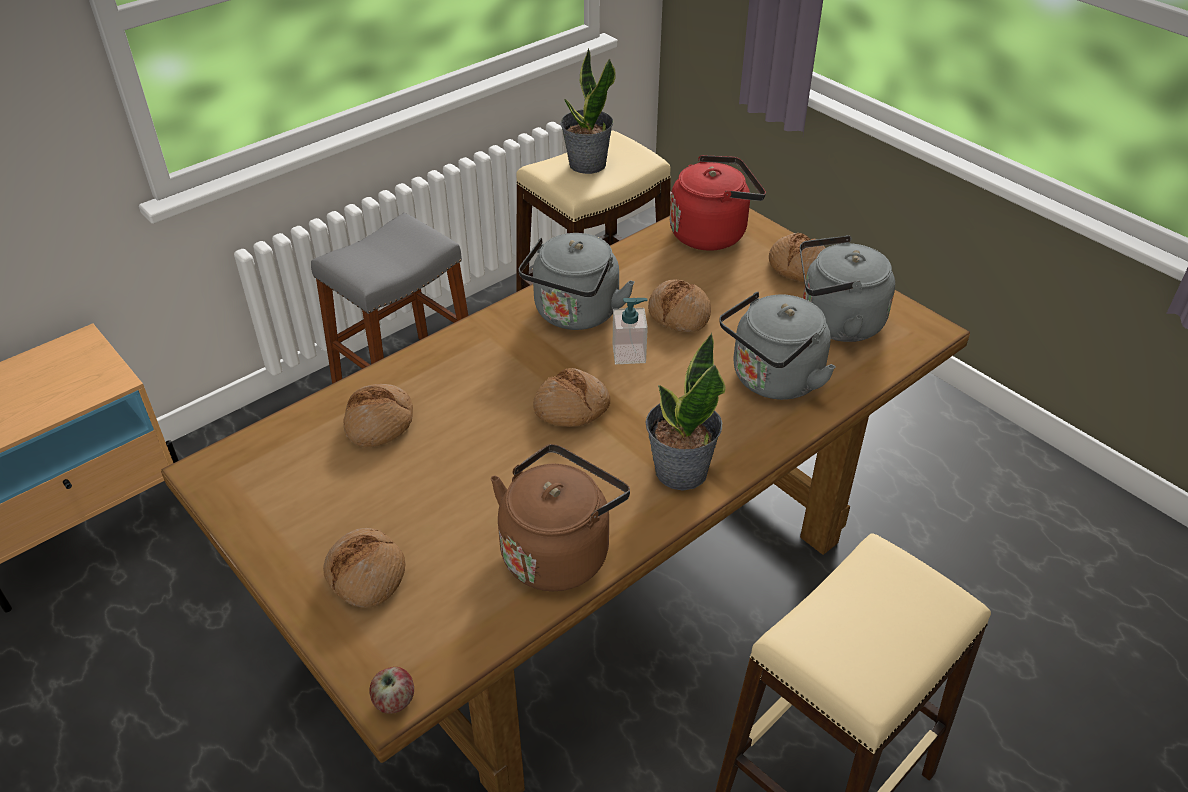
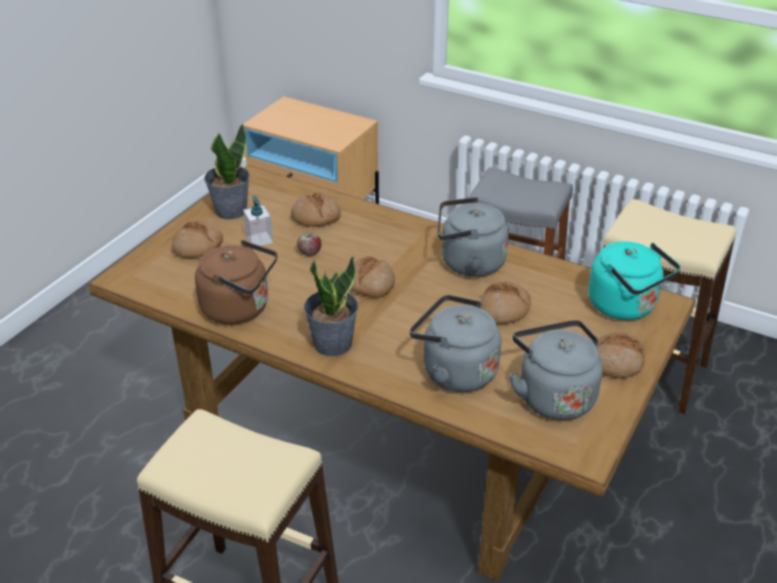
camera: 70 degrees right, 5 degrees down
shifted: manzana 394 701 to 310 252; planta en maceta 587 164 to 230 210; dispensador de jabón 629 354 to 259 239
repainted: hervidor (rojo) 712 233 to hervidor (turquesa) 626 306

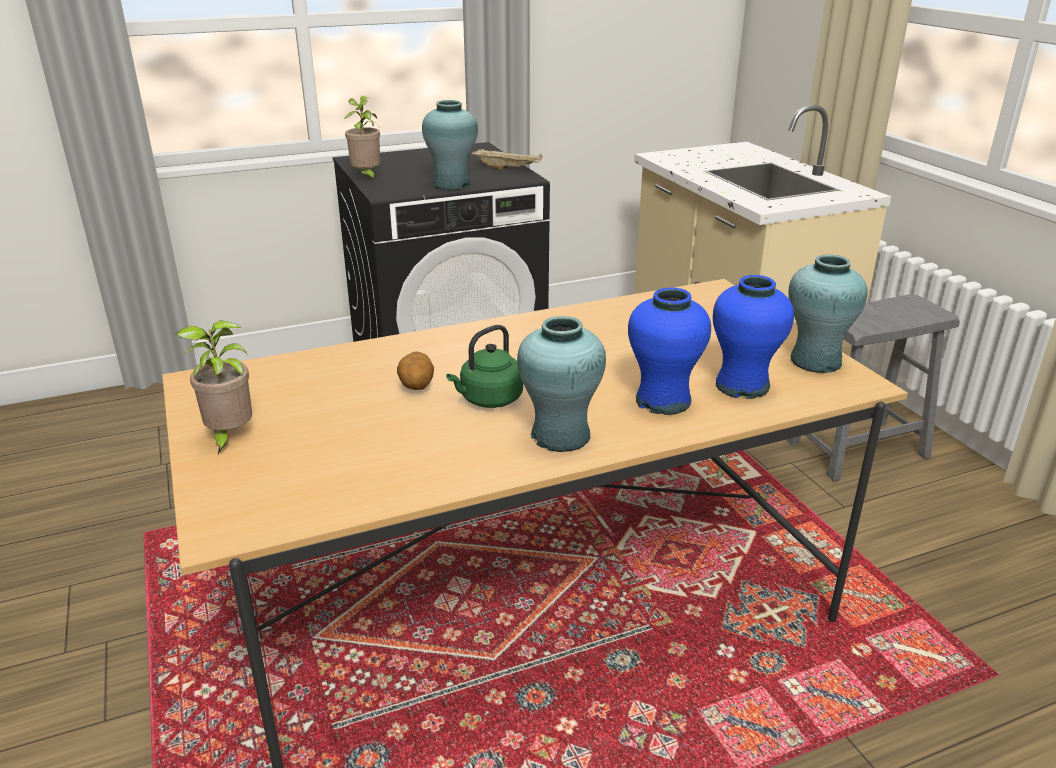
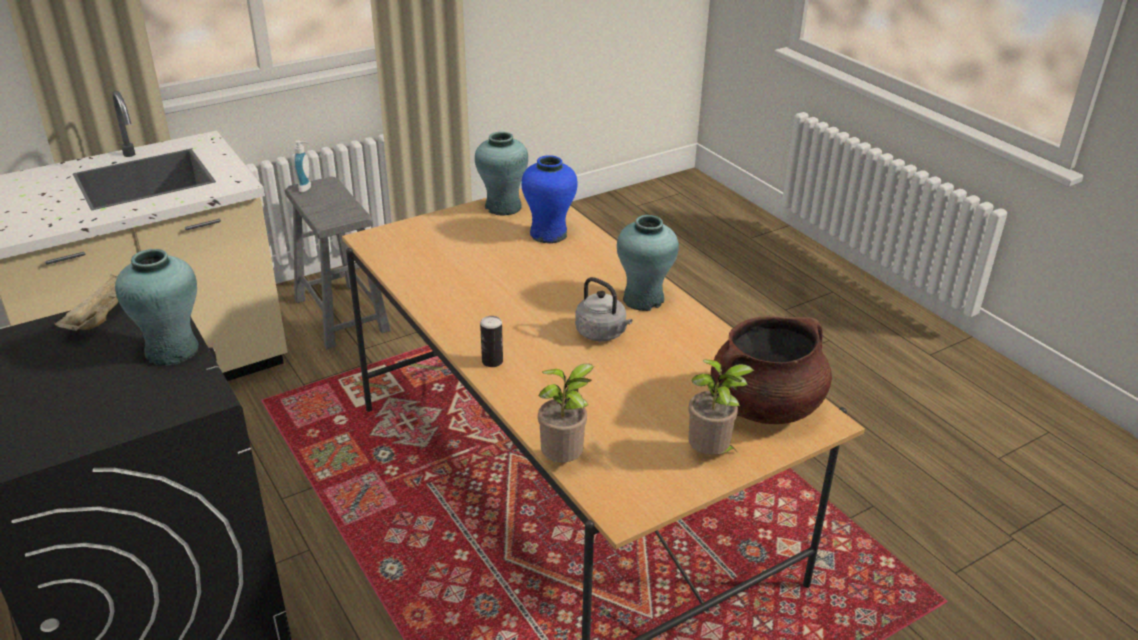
camera: 100 degrees left, 5 degrees up
gone: patata 416 387; florero (azul) 663 401
new: dispensador de jabón 307 188; lata 492 361; olla (marrón) 765 407
shifted: planta en maceta 366 177 to 565 461
repainted: hervidor (verde) 488 400 to hervidor (gris) 602 333

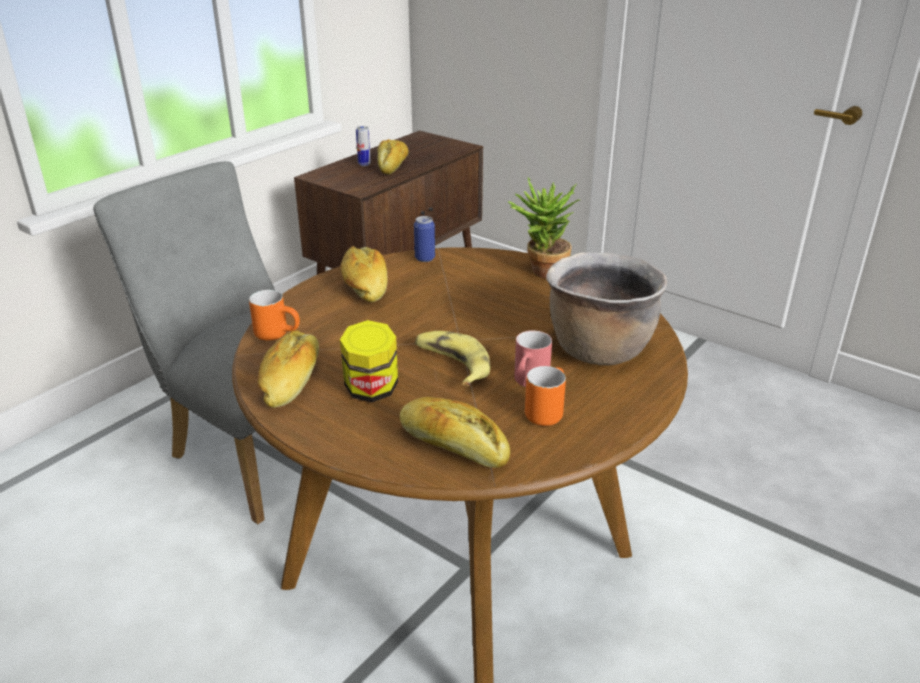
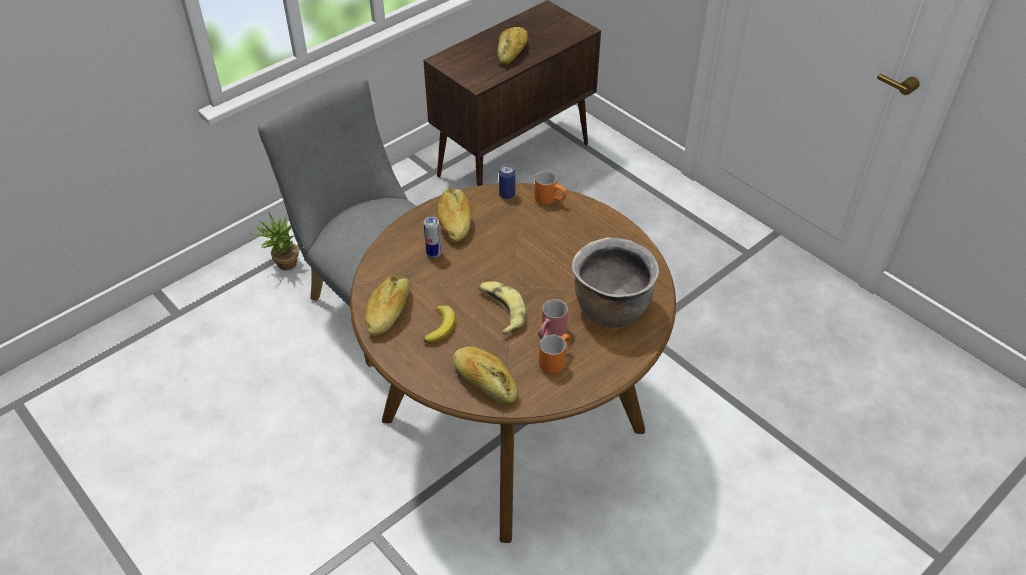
camera: 10 degrees right, 15 degrees up
shifted: taza grande (naranja) 279 334 to 550 200; lata 364 164 to 433 254; planta en maceta 541 273 to 283 264
swapped: tarro 371 391 to plátano 441 327

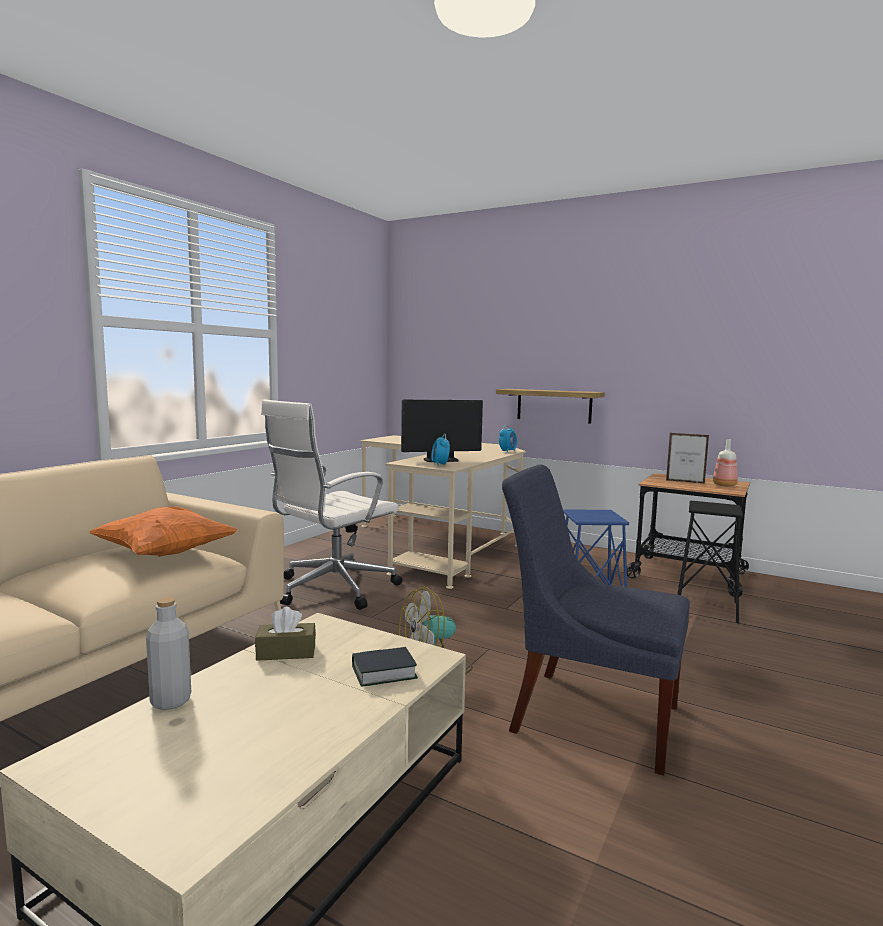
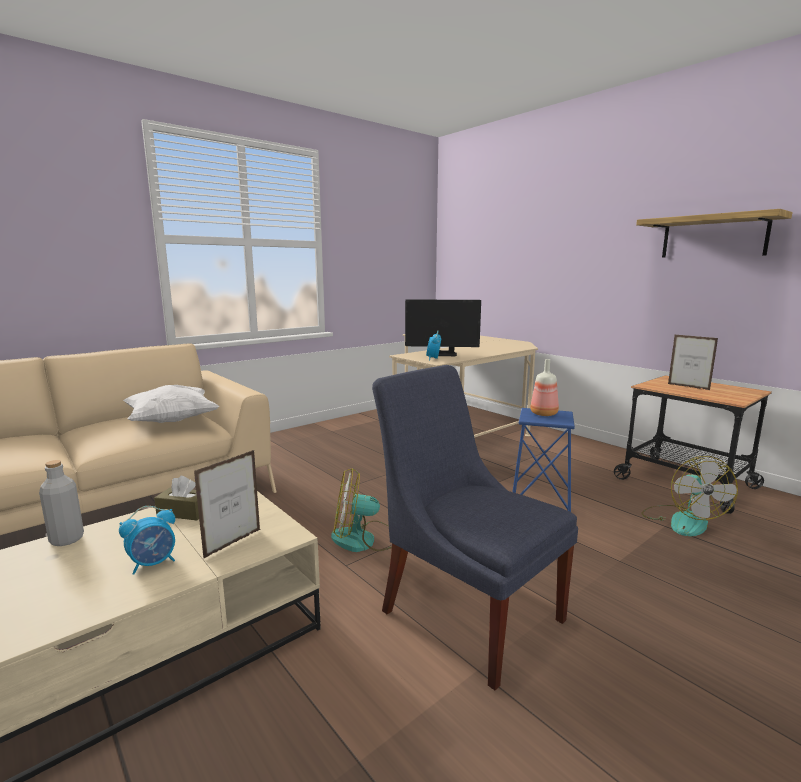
camera: 20 degrees right, 5 degrees up
gone: silla de oficina (blanco) 332 589
shifted: estante 554 405 to 713 237; despertador 507 451 to 153 563; botella 724 485 to 544 413
swapped: libro 384 672 to portarretratos 233 543; taburete (negro) 706 607 to ventilador 682 520
repainted: cojín (naranja) 165 554 to cojín (blanco) 172 421

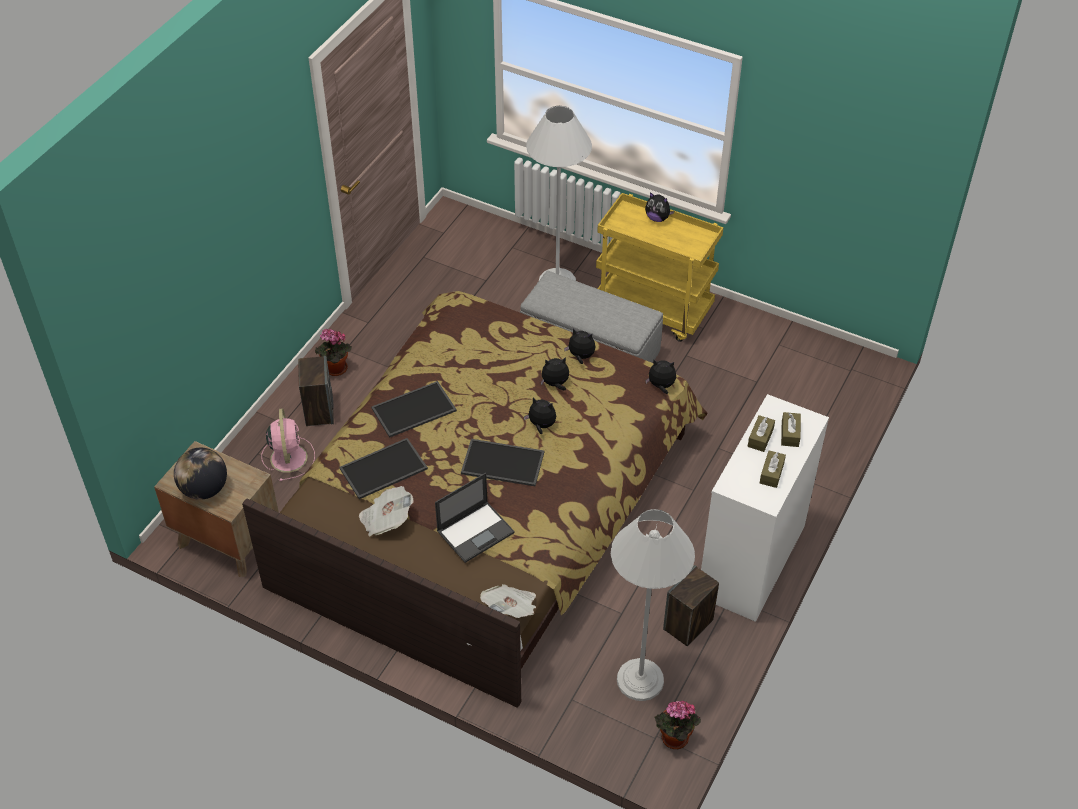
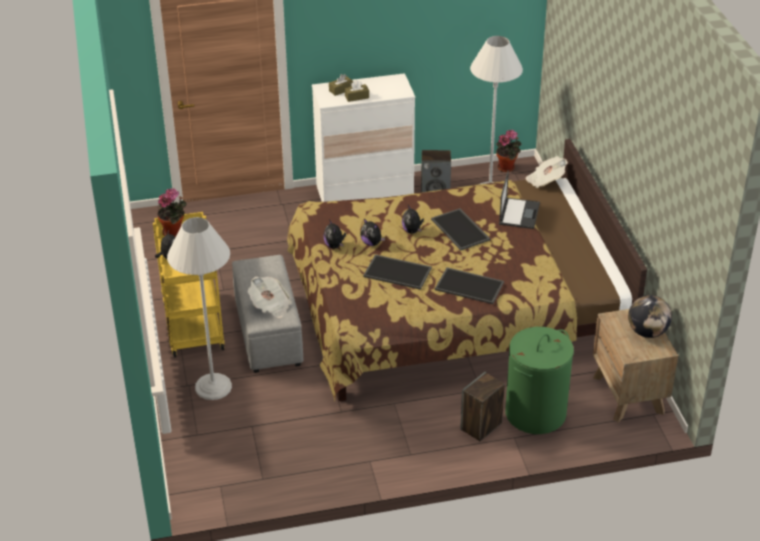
camera: 130 degrees left, 10 degrees down
gone: peluche 661 386; caja de pañuelos (marrón) 771 473
shifted: planta en maceta 335 370 to 174 232; bandeja 383 470 to 398 272; periódico 386 520 to 270 306
swapped: ventilador (rosa) 288 457 to cesto de la ropa (verde) 535 413
rotated: portátil 476 531 = 519 213 90 degrees clockwise

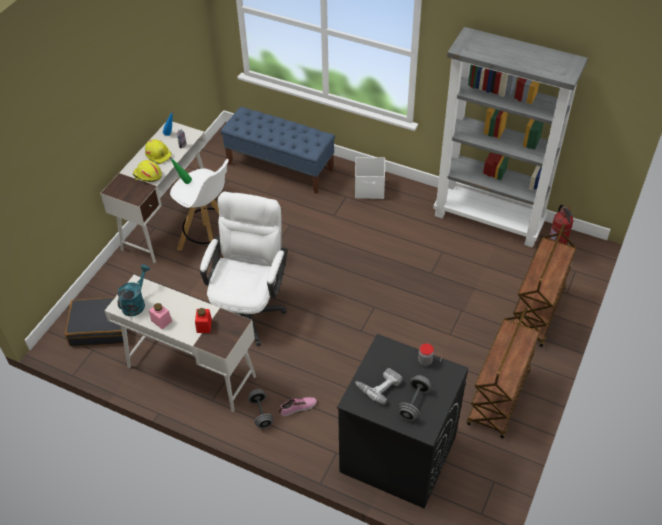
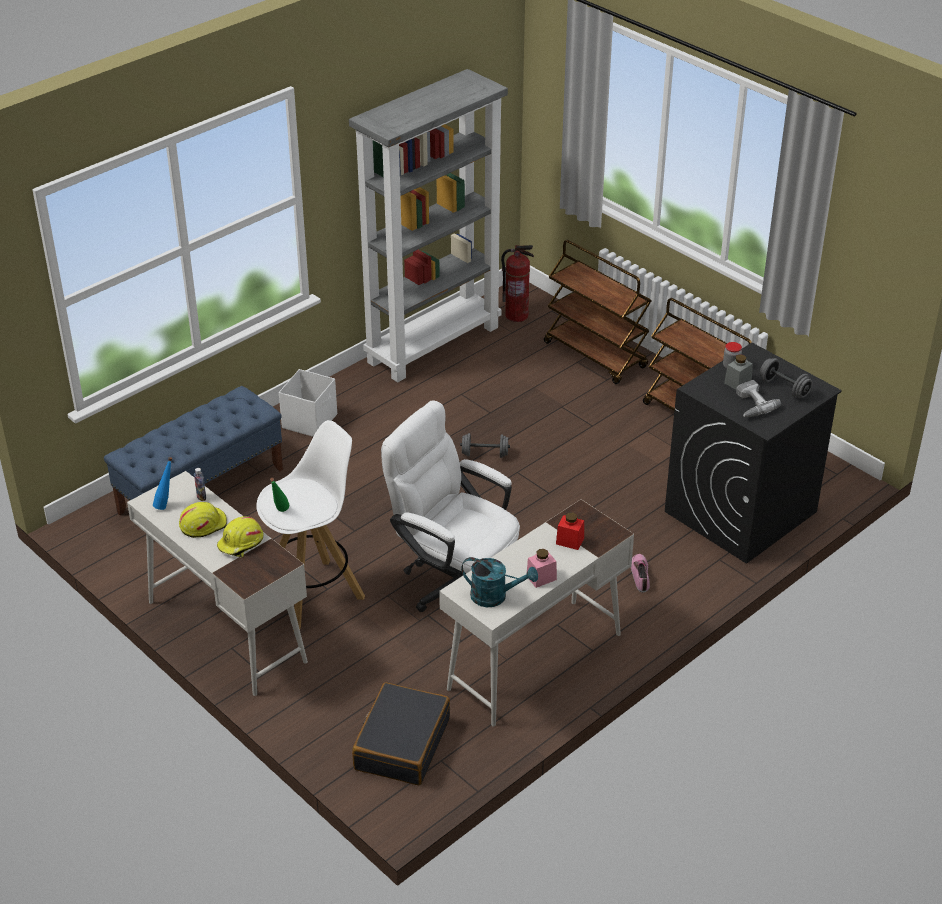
camera: 70 degrees left, 10 degrees down
new: tarro (gris) 737 382
shifted: mancuerna (gris) 261 413 to 485 454
rotated: regadera (turquesa) 136 303 = 495 596 150 degrees clockwise

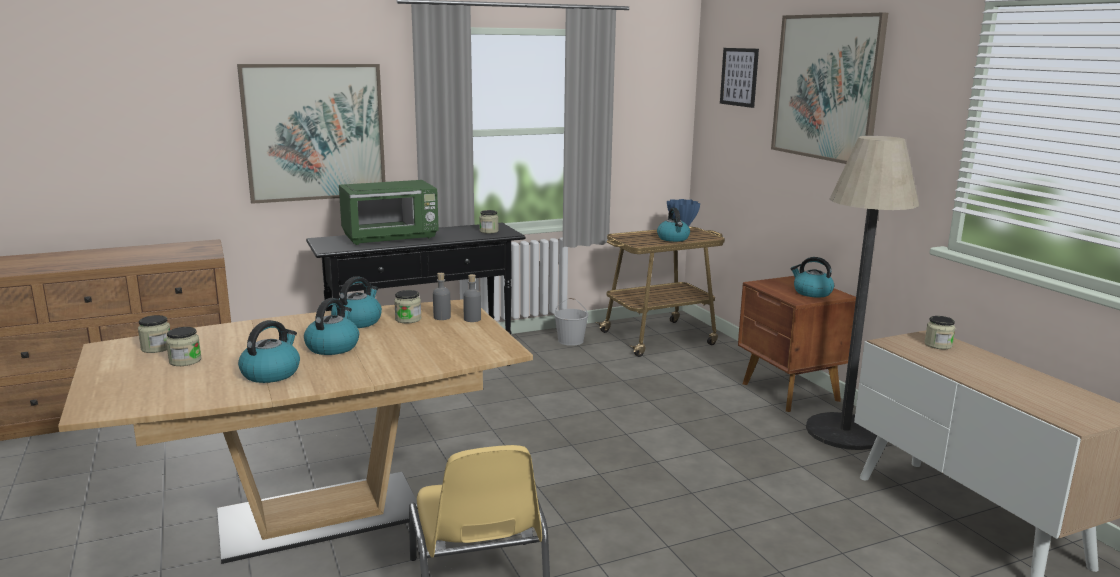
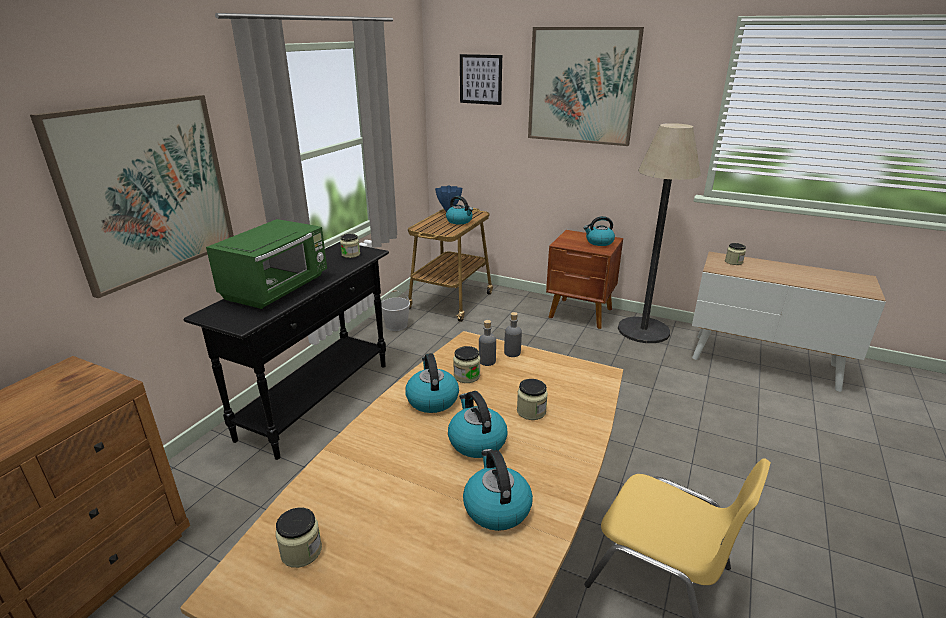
camera: 40 degrees left, 10 degrees up
shifted: tarro 185 361 to 531 411

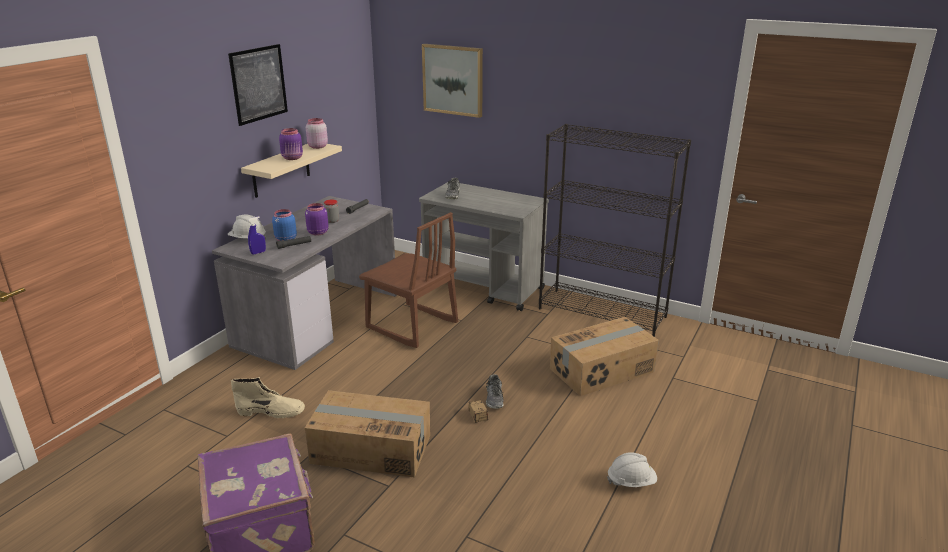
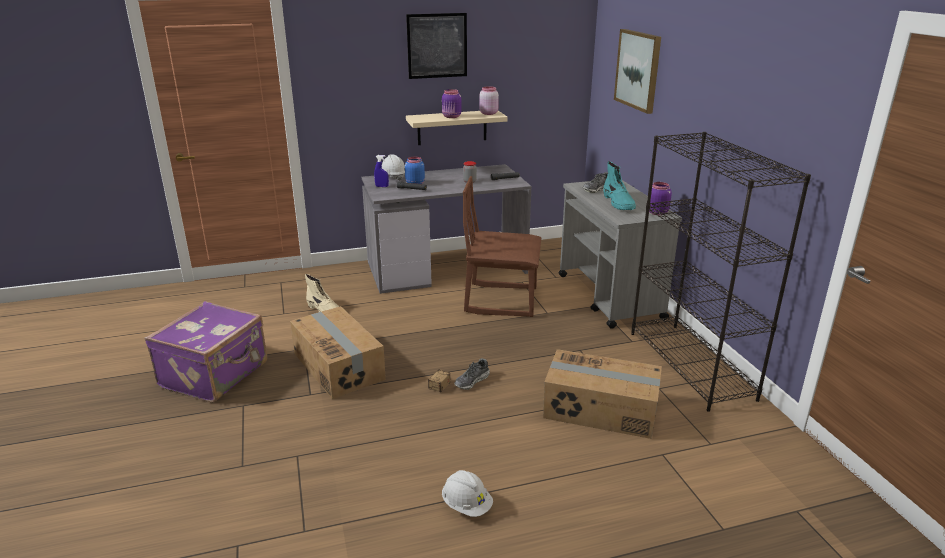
camera: 45 degrees right, 0 degrees up
new: bota (turquesa) 619 203
shifted: tarro (morado) 317 232 to 657 212
rotated: silla (marrón) 411 326 = 501 300 105 degrees clockwise

